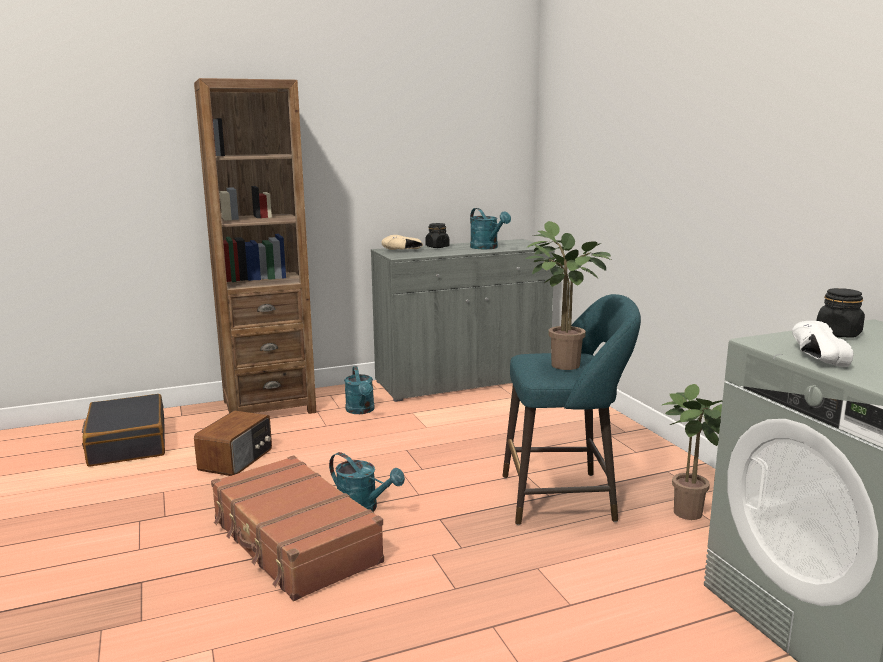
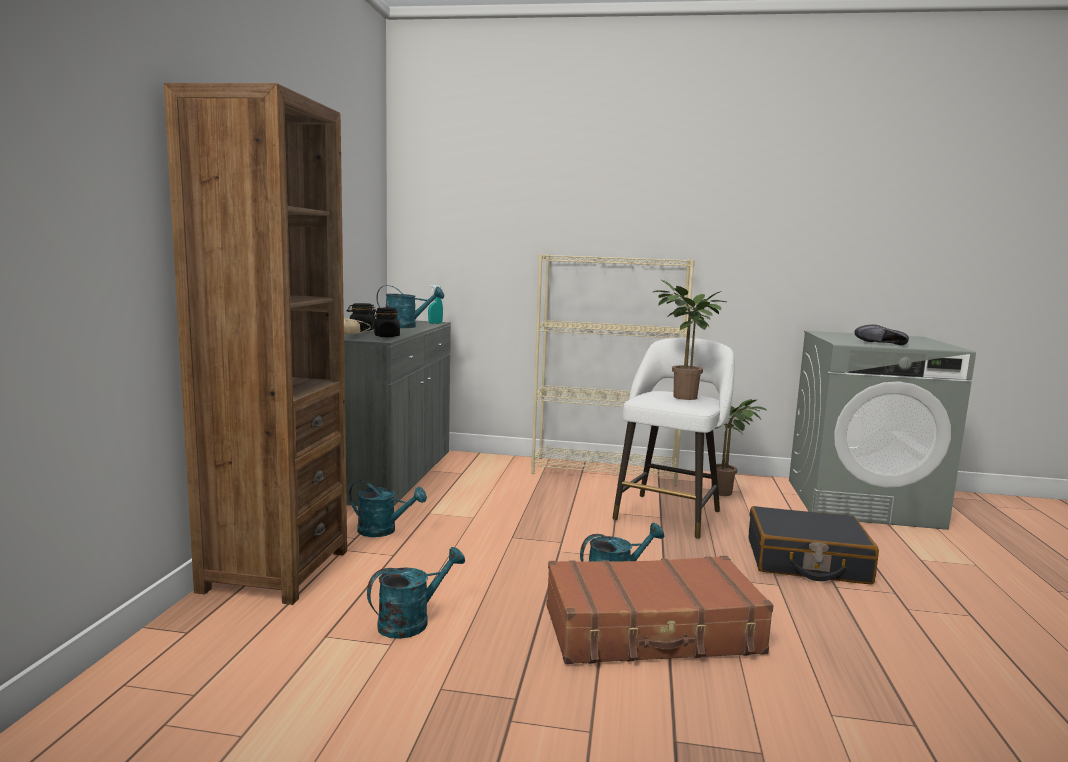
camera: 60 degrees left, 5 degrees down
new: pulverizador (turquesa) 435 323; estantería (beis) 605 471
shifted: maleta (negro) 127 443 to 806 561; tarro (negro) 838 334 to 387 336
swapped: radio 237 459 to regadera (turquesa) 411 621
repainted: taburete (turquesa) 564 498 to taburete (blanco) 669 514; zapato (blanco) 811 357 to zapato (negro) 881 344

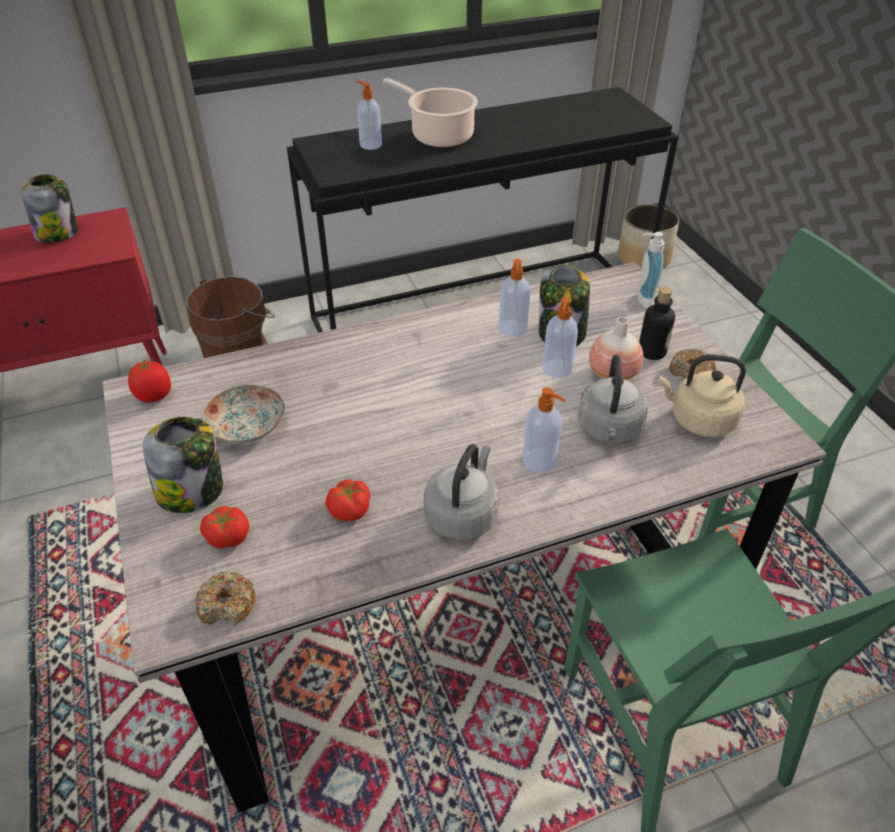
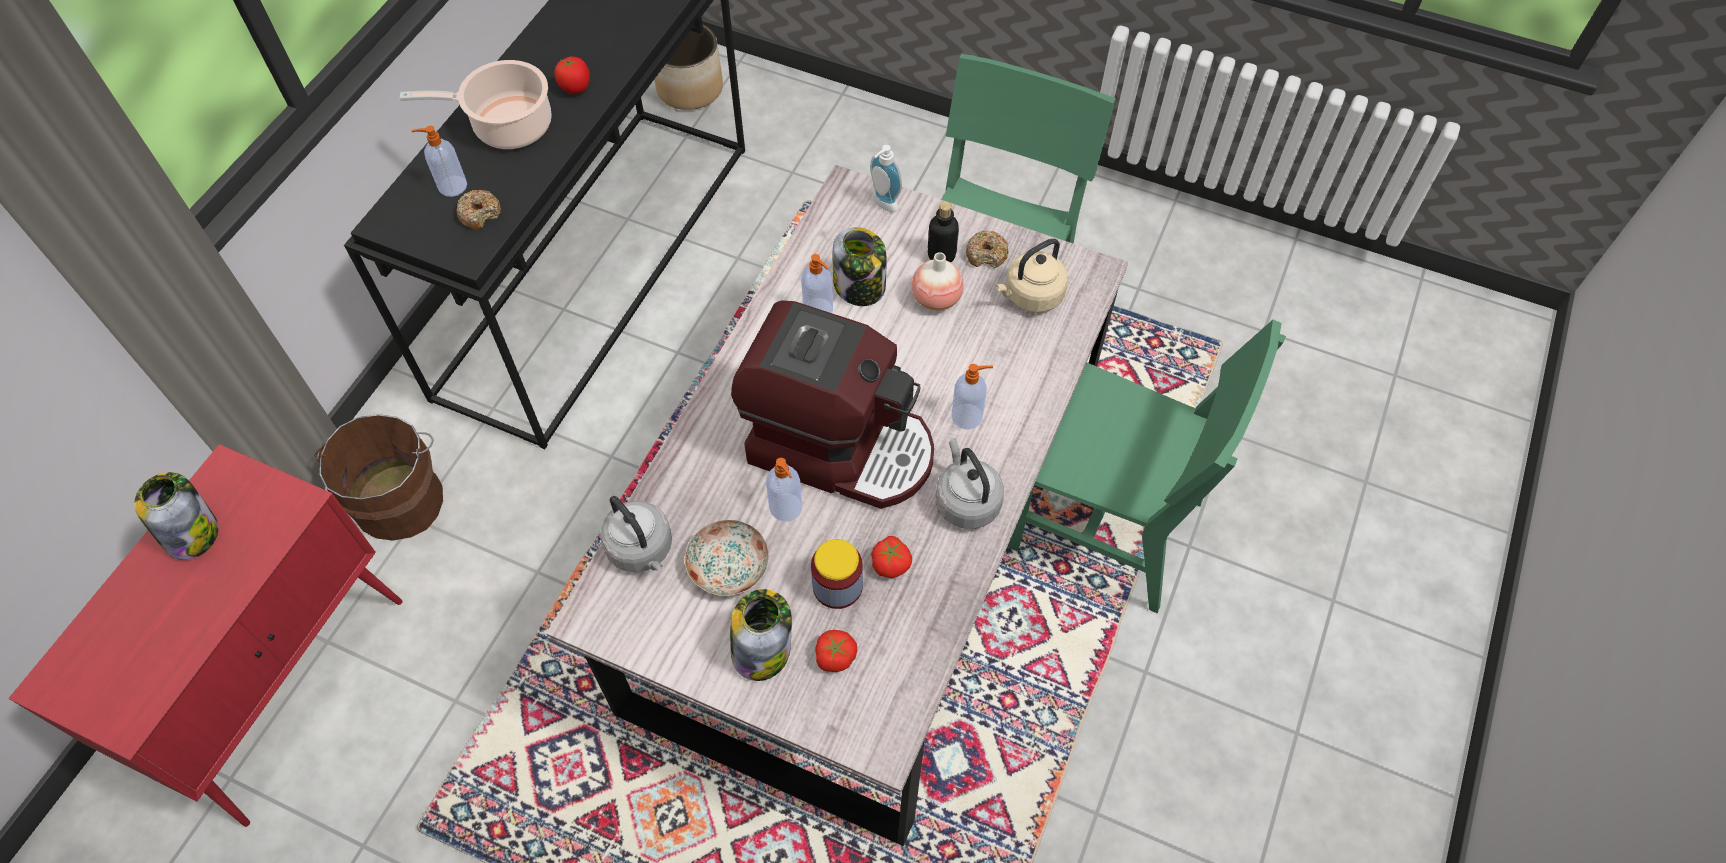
camera: 45 degrees left, 15 degrees up
new: cafetera 841 445; tarro 837 586
shifted: tomate 154 396 to 576 88; rosquilla 227 605 to 480 214; dispensador de jabón 557 369 to 786 508; hervidor (gris) 609 430 to 642 550

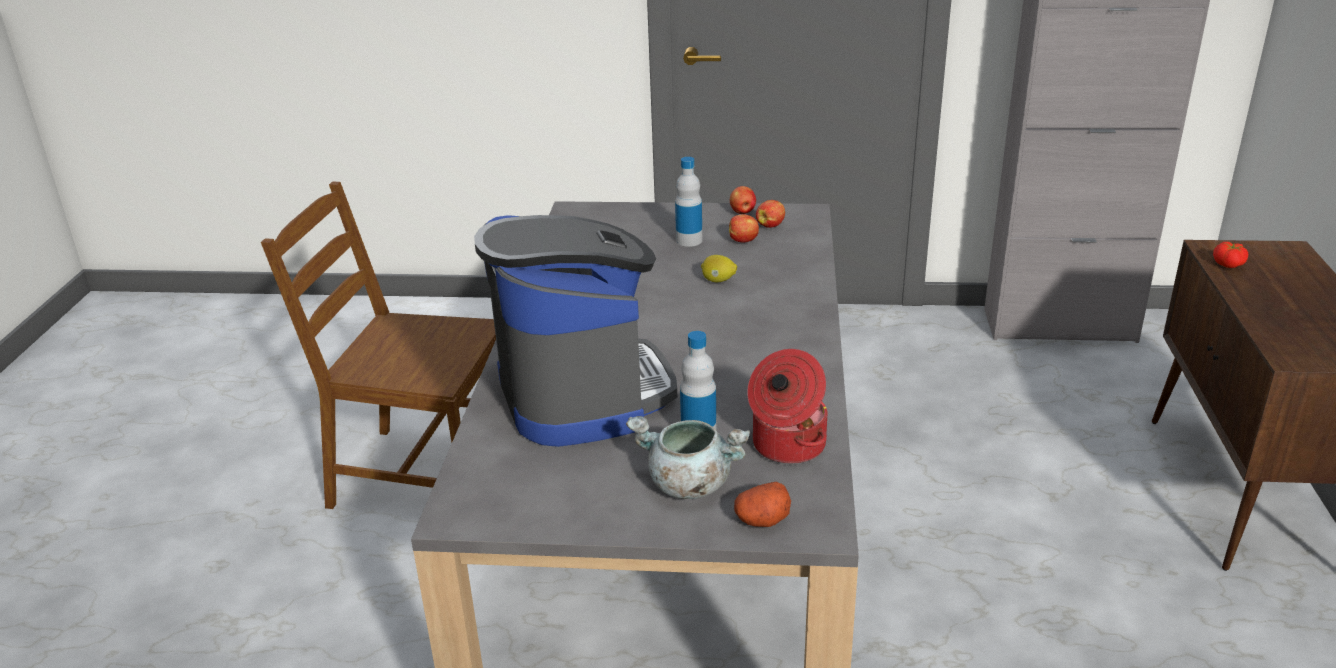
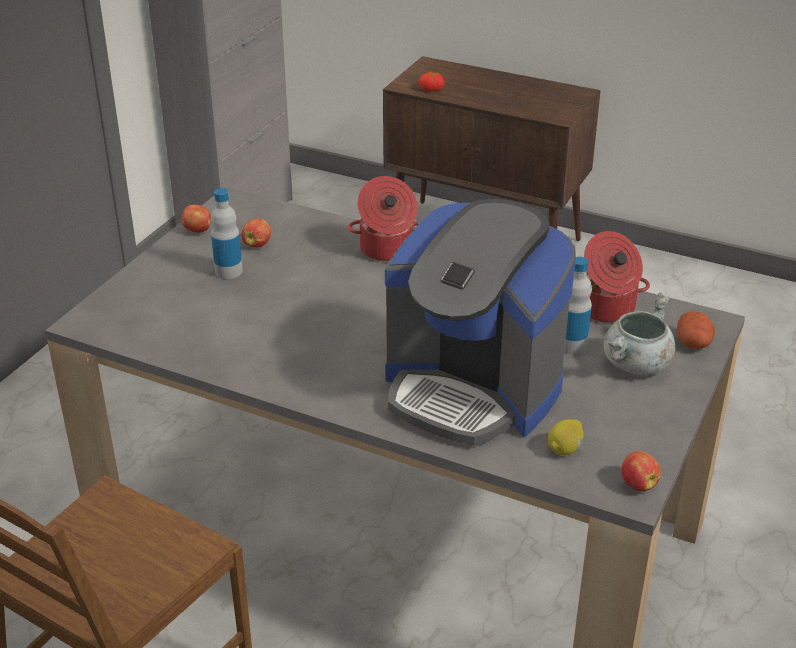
camera: 70 degrees left, 5 degrees up
new: olla 387 250
shifted: limón 718 281 to 565 449; manzana 770 225 to 637 484
rotated: cafetera 582 393 = 472 389 150 degrees counterclockwise

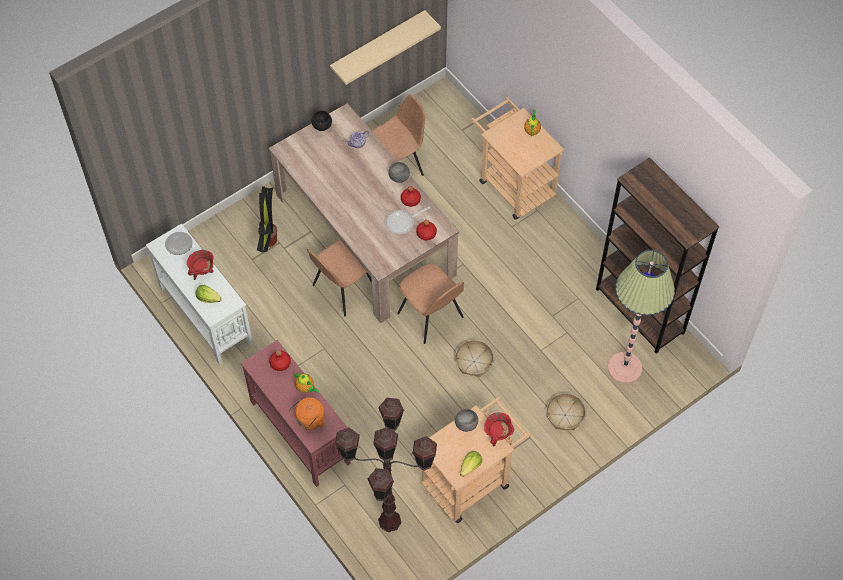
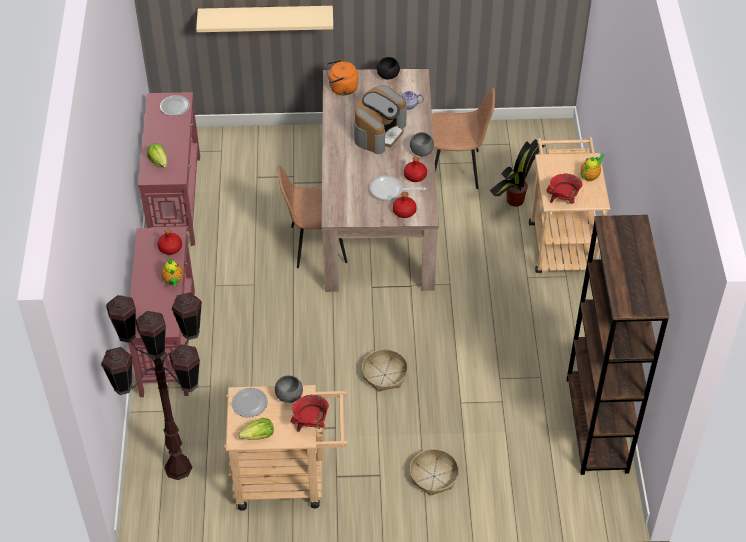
camera: 35 degrees right, 10 degrees down
gone: silla (marrón) 431 316; lámpara de pie 624 368
new: plato 249 404; cafetera 379 132
shifted: olla (rojo) 202 271 to 563 199; planta en maceta 269 241 to 514 201; hervidor (naranja) 309 420 to 341 88; estante (beis) 378 45 to 266 18
repainted: mesa consola (blanco) 205 314 to mesa consola (rojo) 176 199

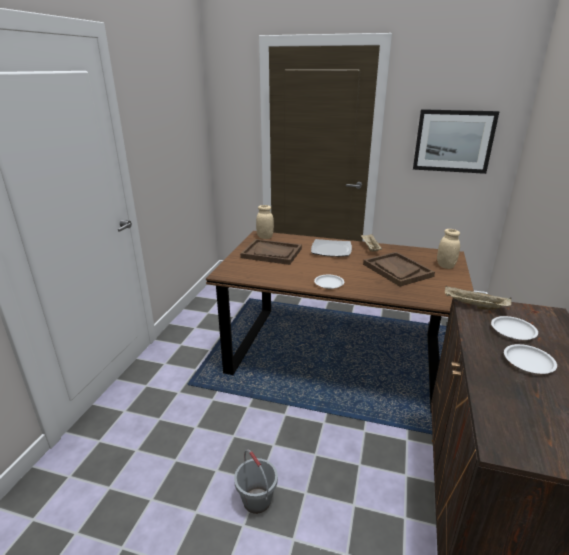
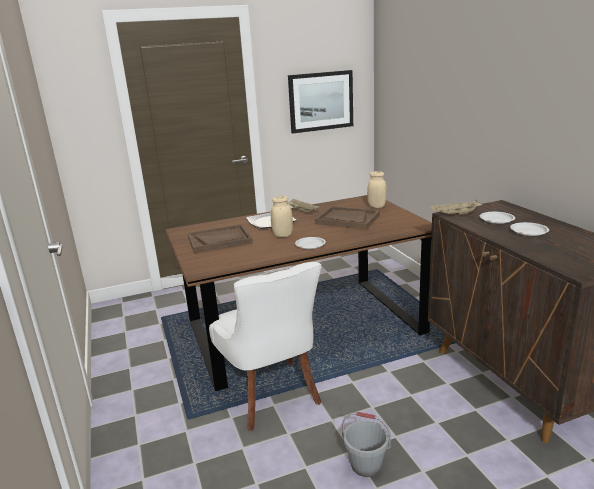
camera: 35 degrees left, 5 degrees down
new: silla (blanco) 271 396
shifted: tarro (beis) 265 237 to 282 235

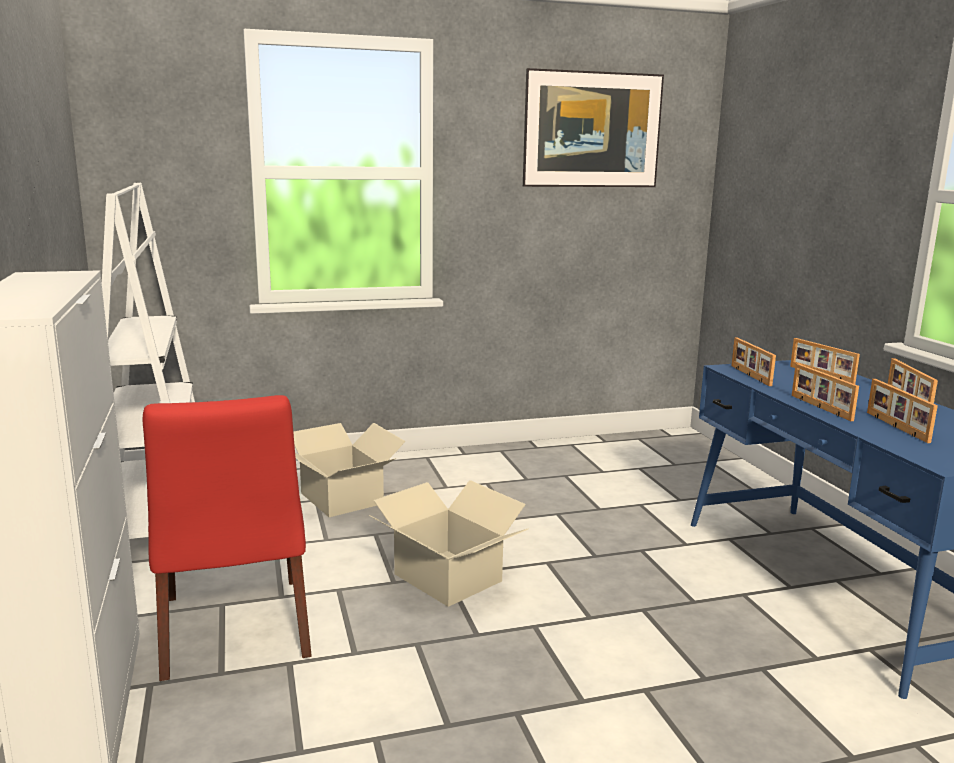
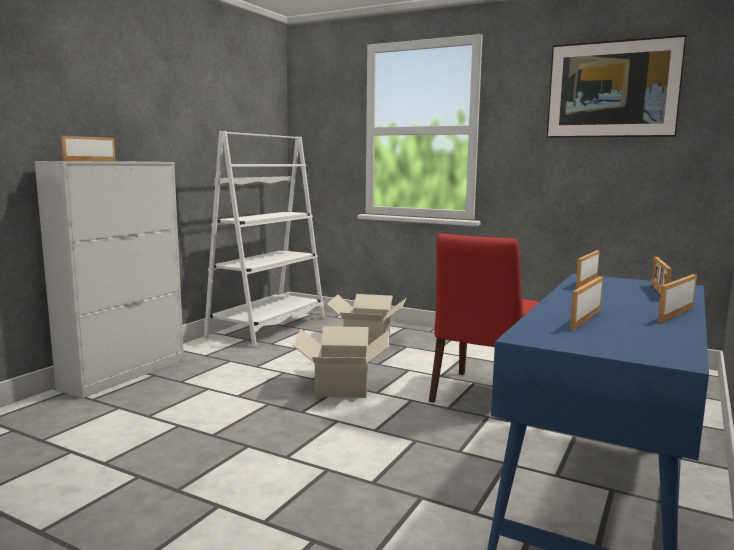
camera: 45 degrees right, 5 degrees down
shifted: silla (rojo) 235 630 to 483 396; portarretratos 820 407 to 89 161

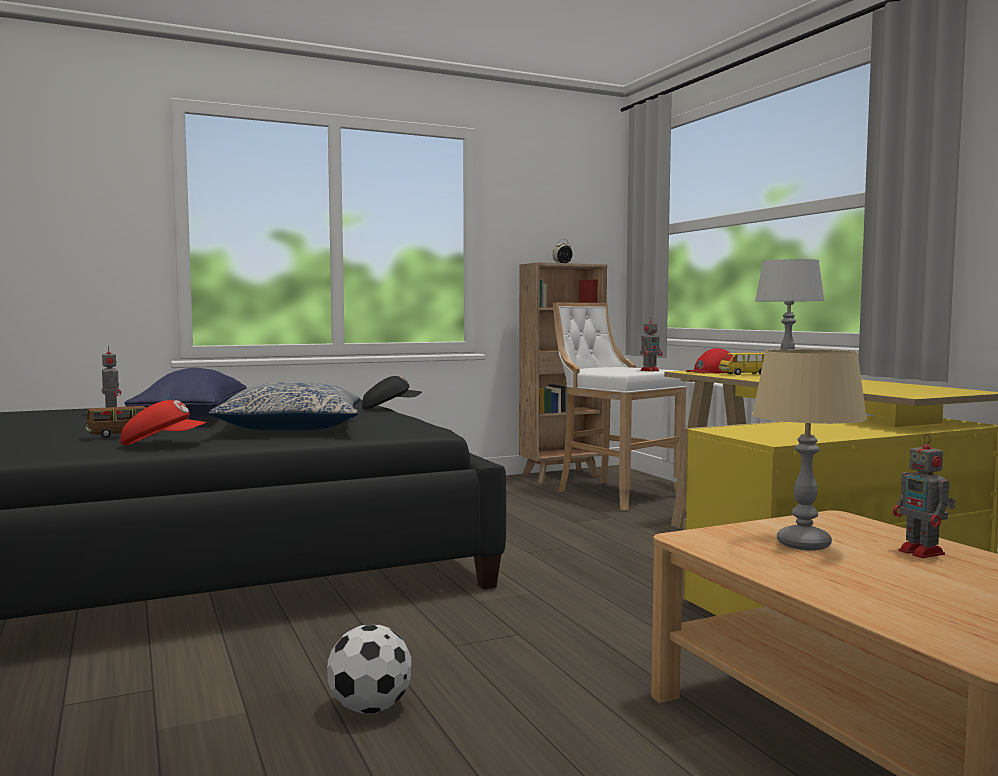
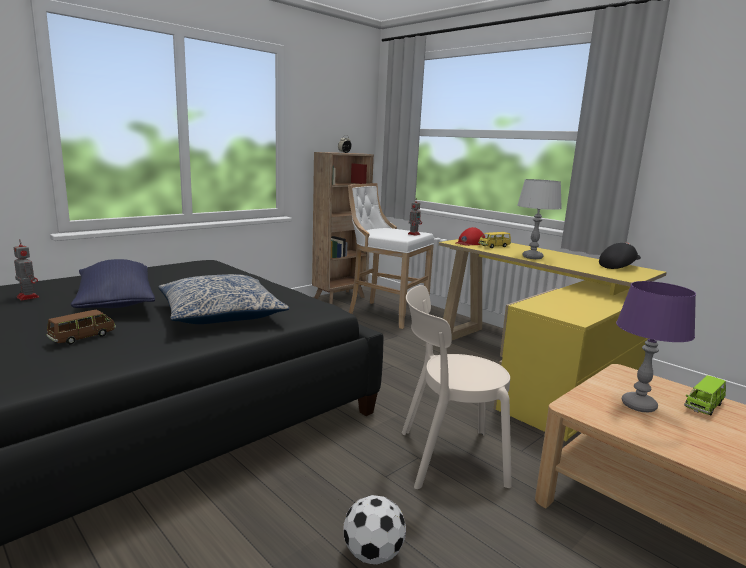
camera: 20 degrees left, 10 degrees up
gone: gorra (rojo) 163 444
new: silla (beis) 445 458
shifted: gorra (negro) 390 408 to 618 266
swapped: robot de juguete 923 553 to coche de juguete (verde) 703 406
repainted: lámpara de mesa (beis) 803 544 to lámpara de mesa (morado) 638 405

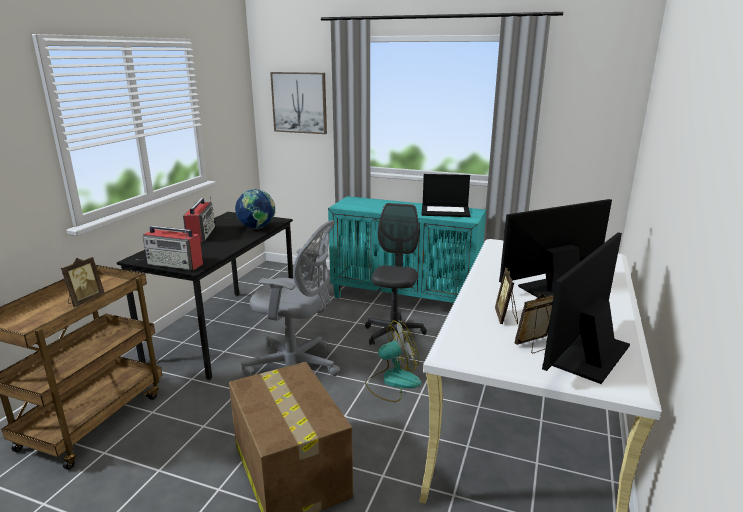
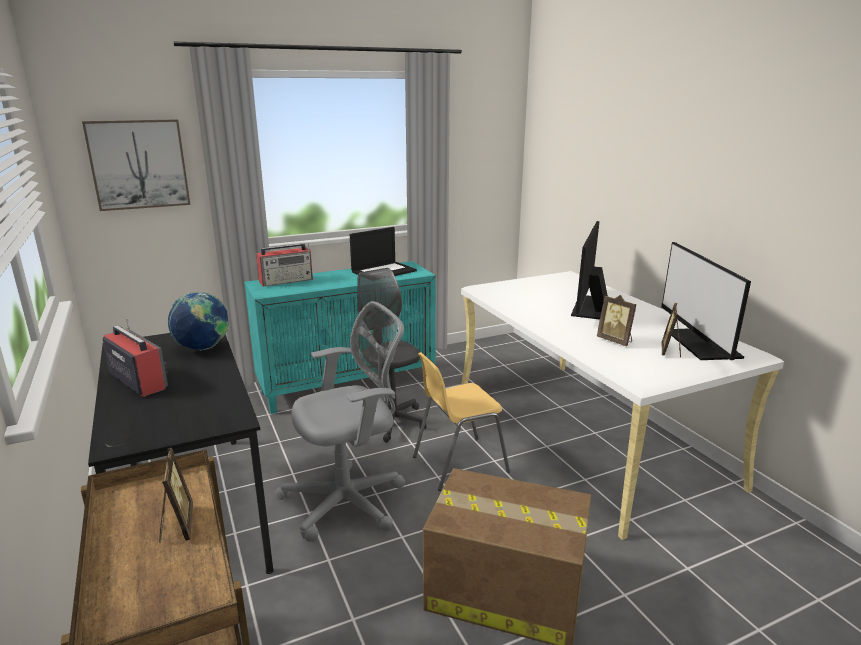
camera: 45 degrees left, 0 degrees up
shifted: radio 175 264 to 287 281
swapped: ventilador 392 382 to silla (amarillo) 458 464

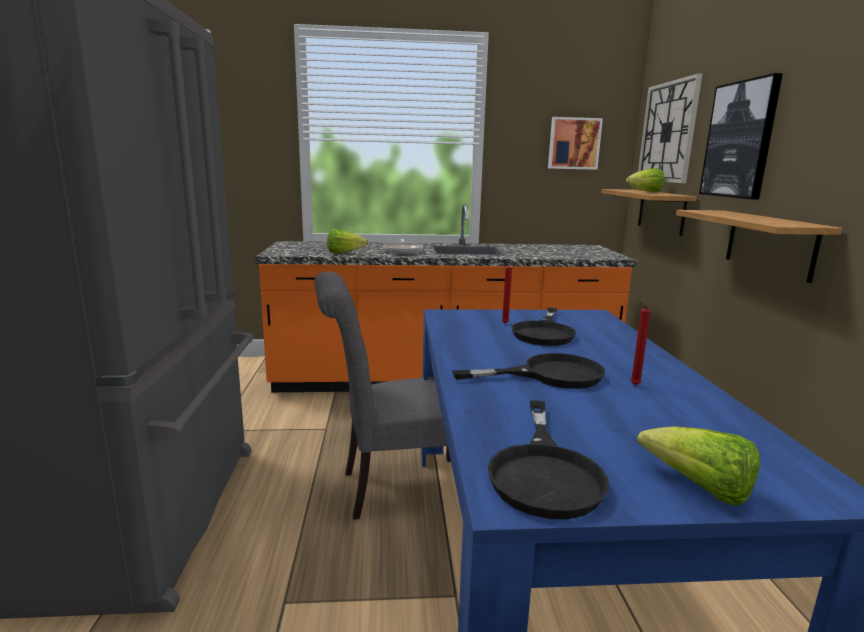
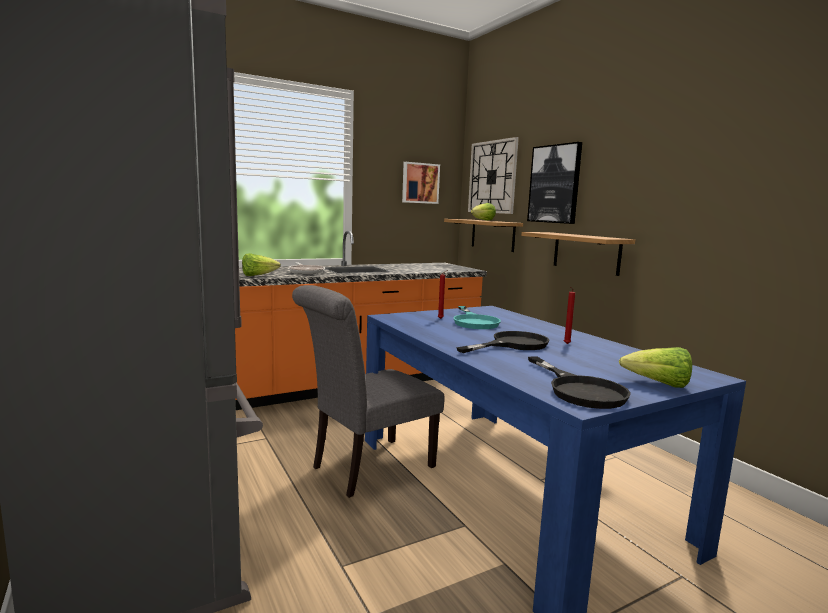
camera: 25 degrees left, 5 degrees down
repainted: sartén (negro) 544 332 to sartén (turquesa) 474 322

